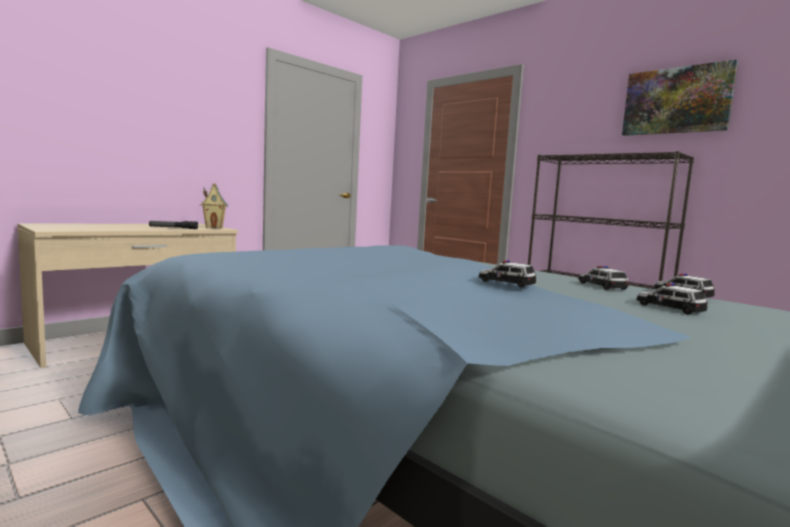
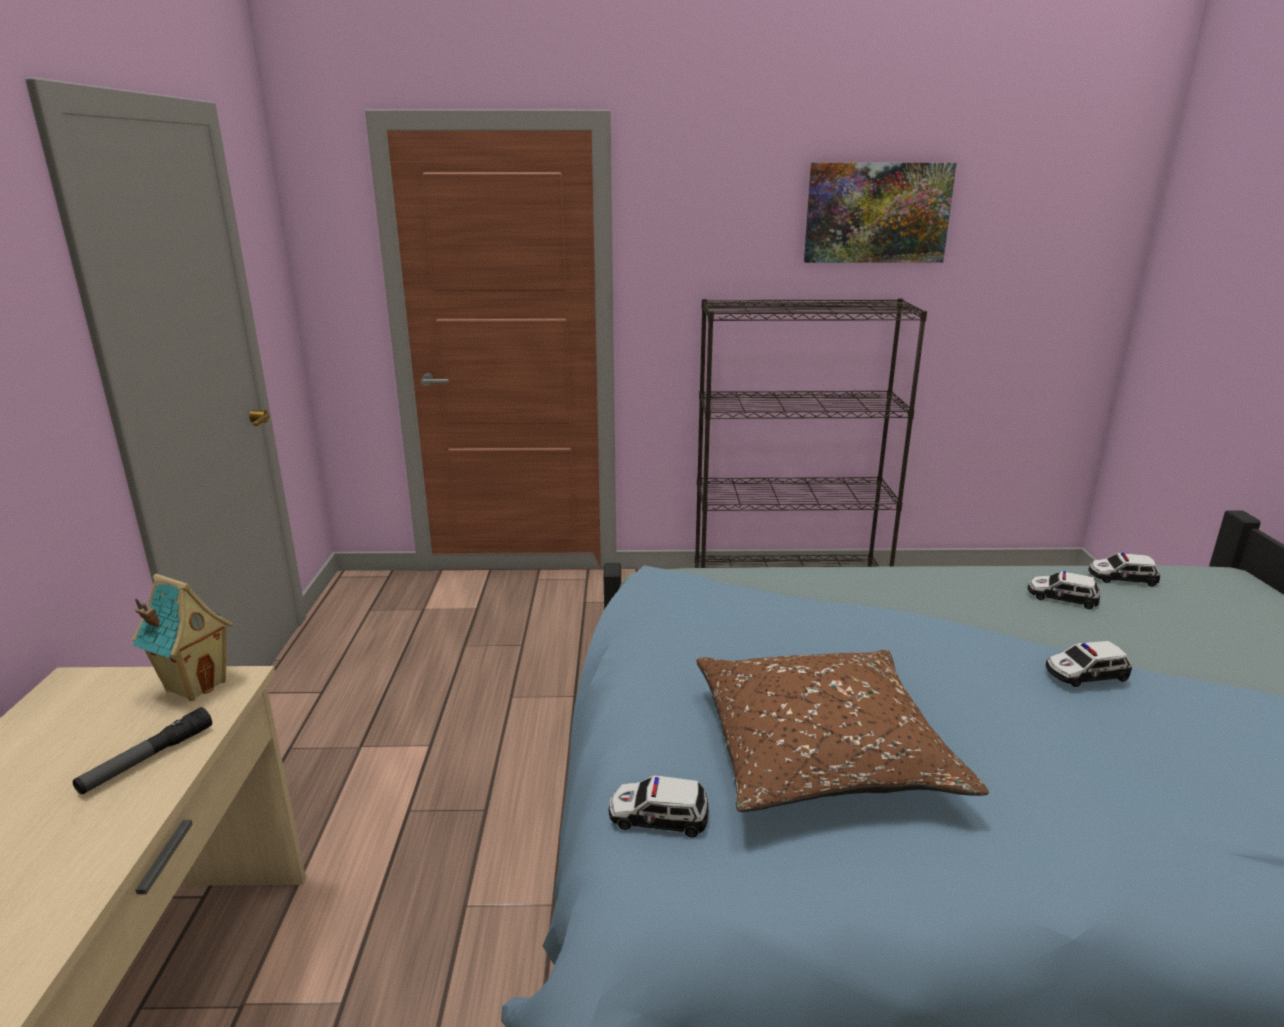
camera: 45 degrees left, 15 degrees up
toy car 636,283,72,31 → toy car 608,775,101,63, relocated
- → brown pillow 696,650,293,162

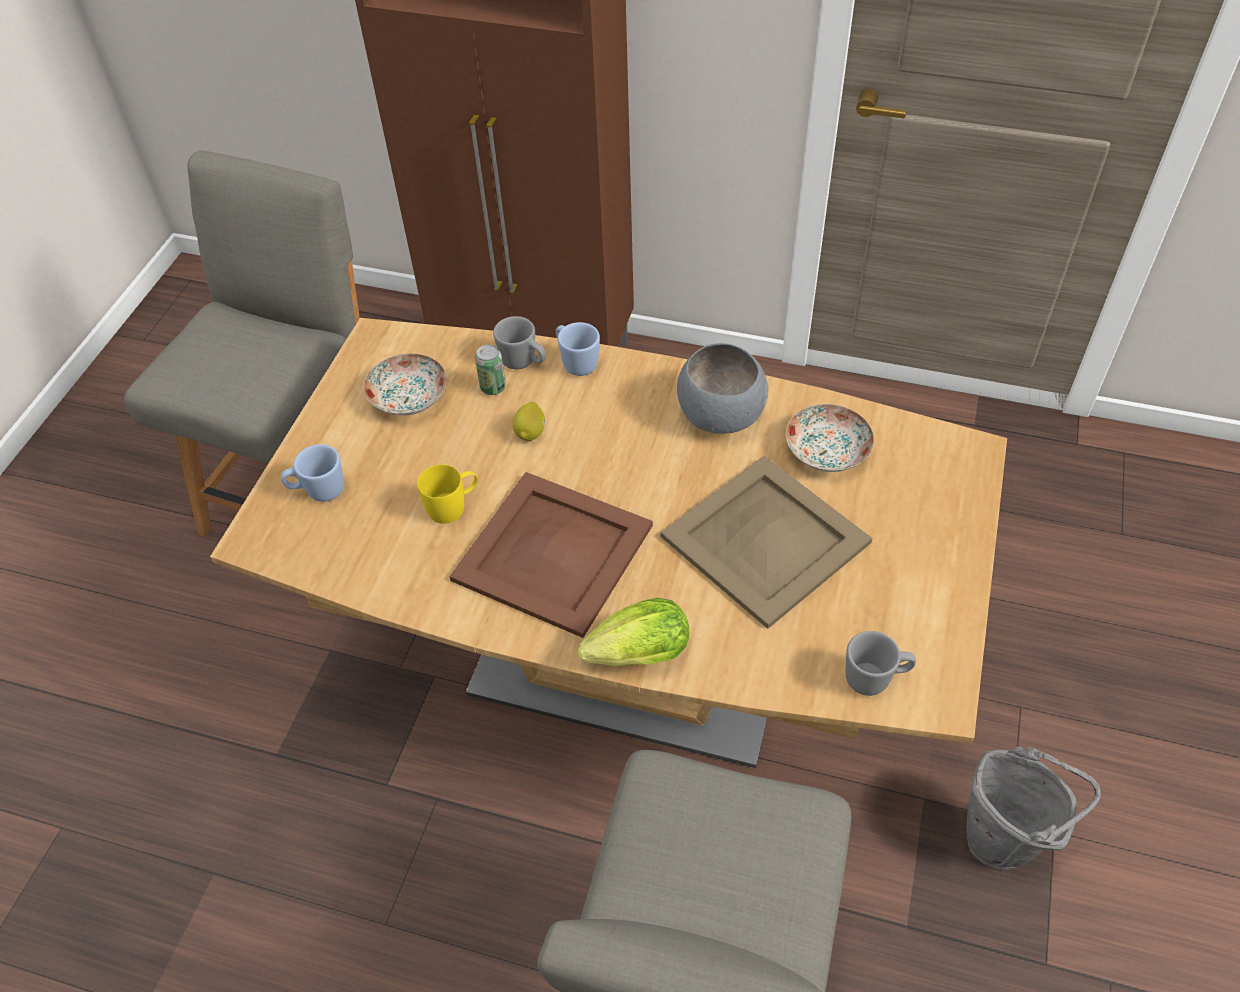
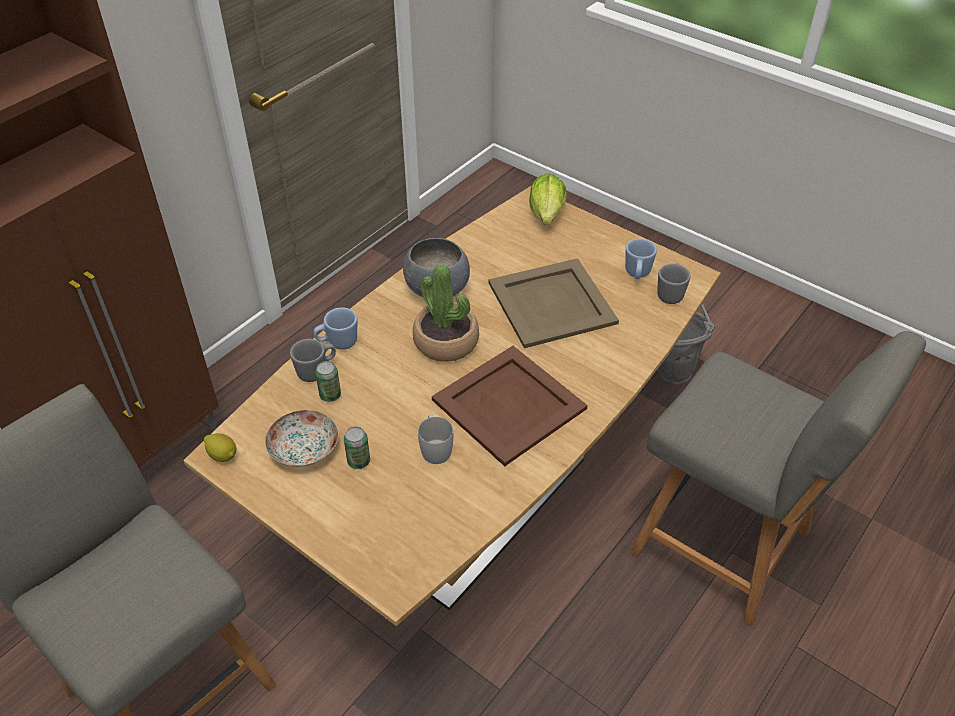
camera: 70 degrees left, 5 degrees down
blue mug 281,444,63,58 → blue mug 625,238,32,41, relocated
yellow mug 417,464,60,60 → white mug 418,415,35,49
lemon 513,402,32,39 → lemon 204,433,32,29, relocated
lettuce 578,598,111,68 → lettuce 529,173,38,52, relocated
plate 786,404,88,68 → -
- → can 344,427,26,42
- → potted plant 413,264,66,98

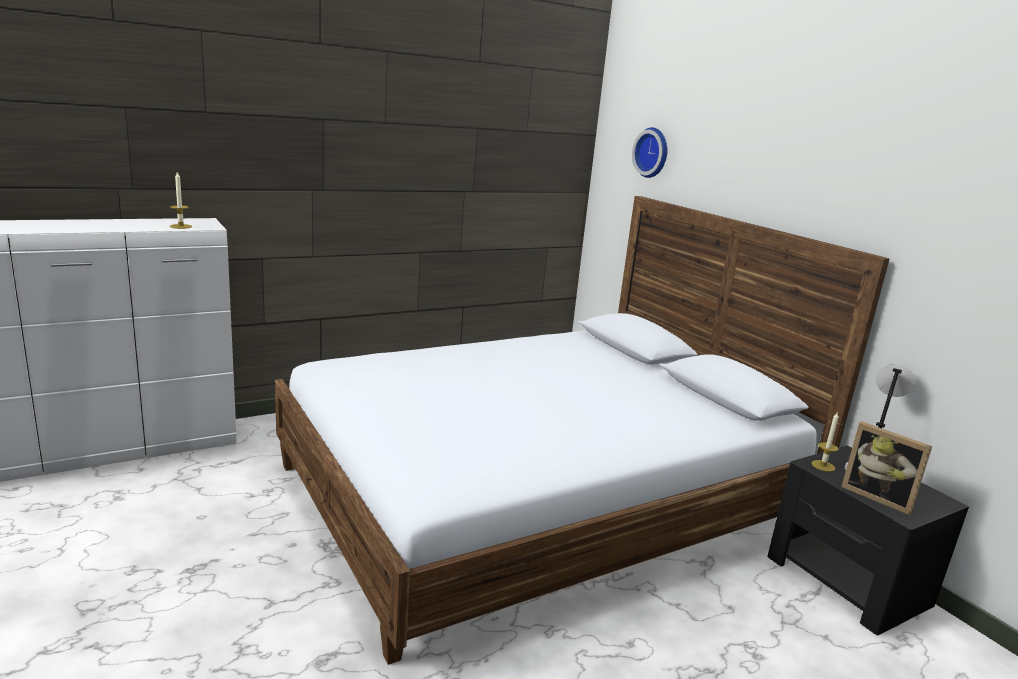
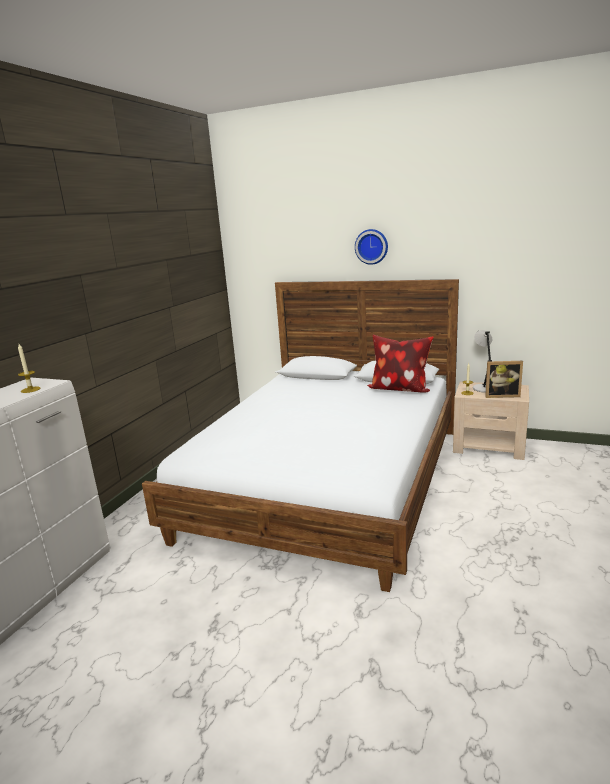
camera: 35 degrees left, 0 degrees up
wall clock 632,127,35,51 → wall clock 355,229,33,36, relocated
black nightstand 767,446,202,189 → beige nightstand 453,382,76,78
- → pillow 367,335,67,58

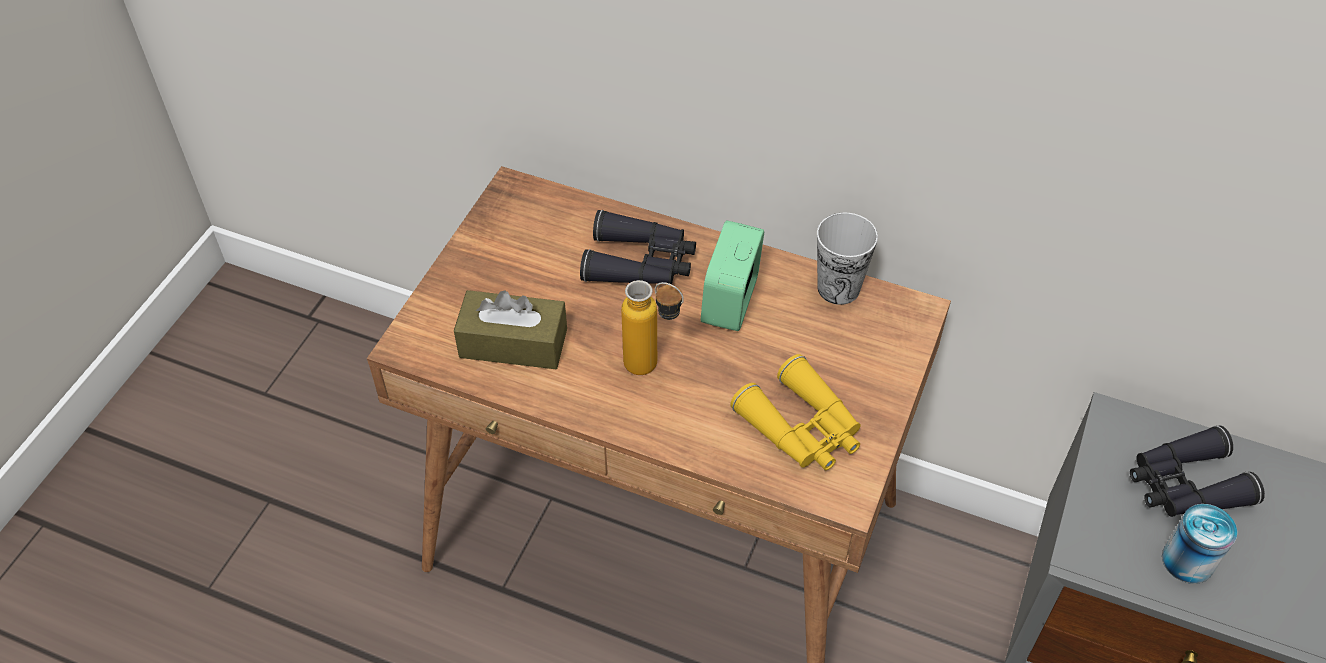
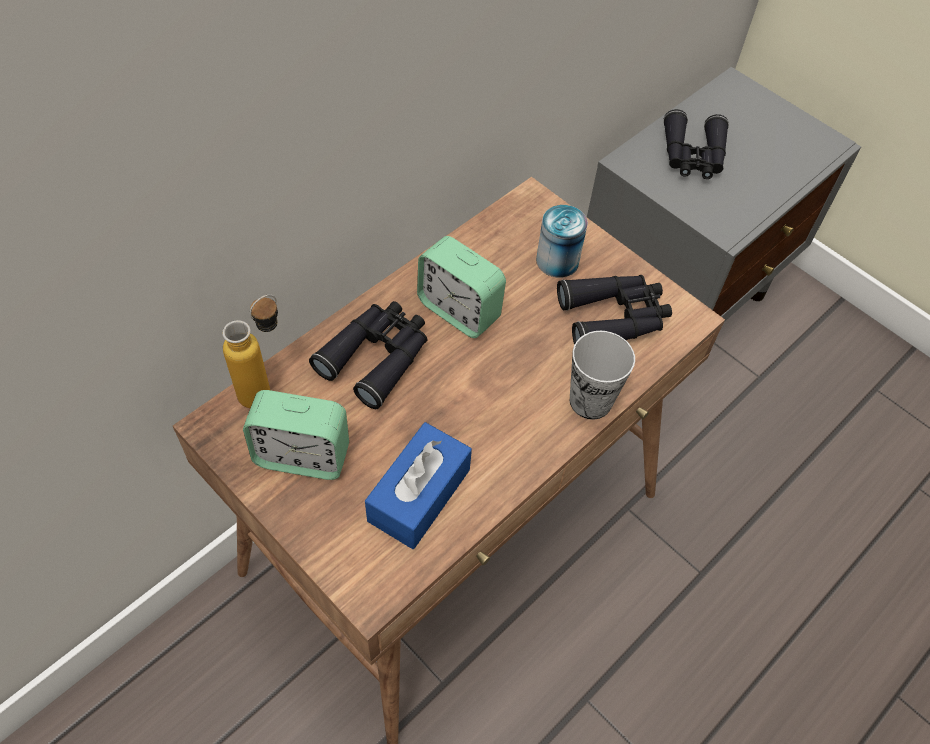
camera: 70 degrees left, 5 degrees up
brown tissue box 454,290,113,79 → blue tissue box 365,422,107,127
bottle 621,280,63,95 → bottle 222,295,56,113, relocated
yellow binoculars 730,354,131,116 → black binoculars 557,275,115,70
cup 817,212,61,93 → cup 570,331,65,89, relocated
can 1162,504,76,80 → can 536,205,52,73, relocated
- → alarm clock 243,390,106,90

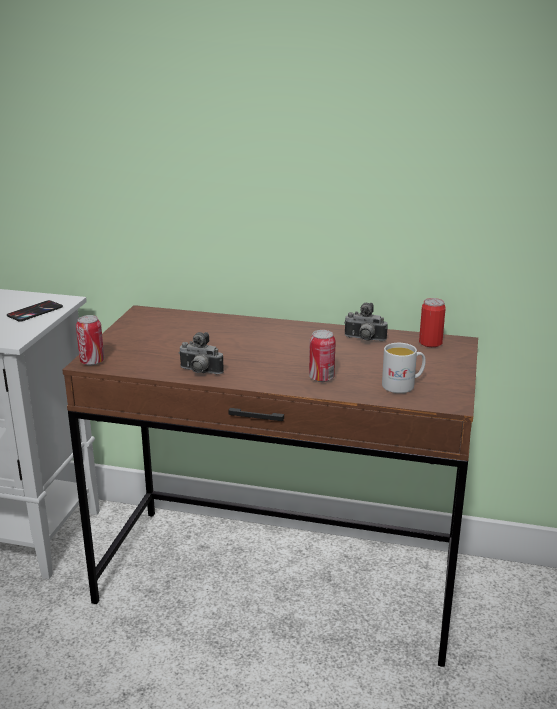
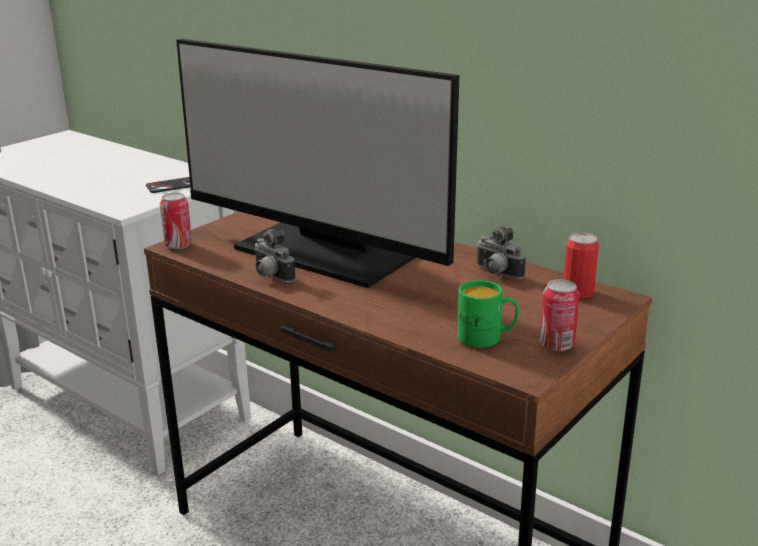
camera: 25 degrees right, 0 degrees up
can 309,330,27,52 → can 540,279,39,72, relocated
white mug 382,343,44,50 → green mug 457,280,62,68
- → monitor 176,39,283,249

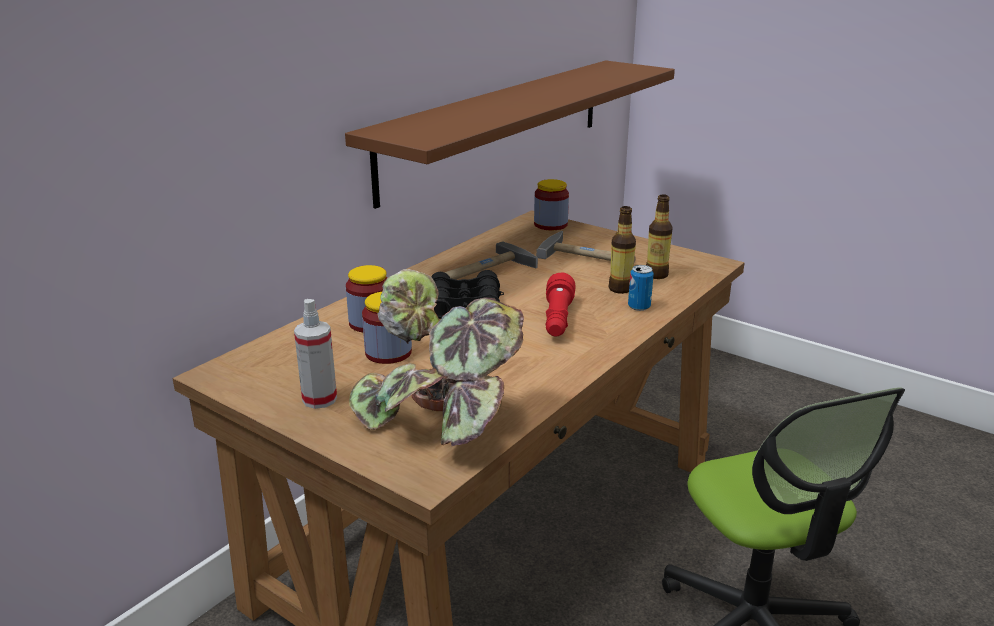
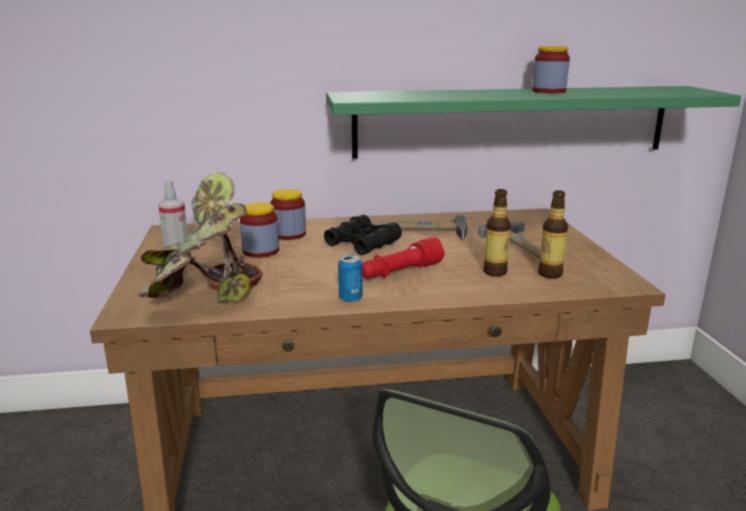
camera: 45 degrees right, 5 degrees down
brown shelf 345,60,330,149 → green shelf 326,86,415,73
jar 534,179,35,51 → jar 532,46,38,47, relocated
can 628,265,26,46 → can 338,255,24,48, relocated

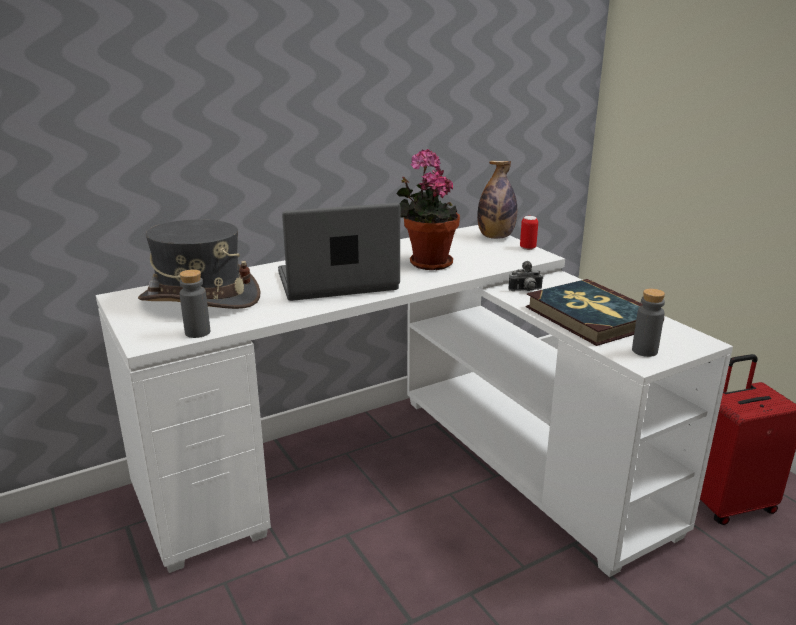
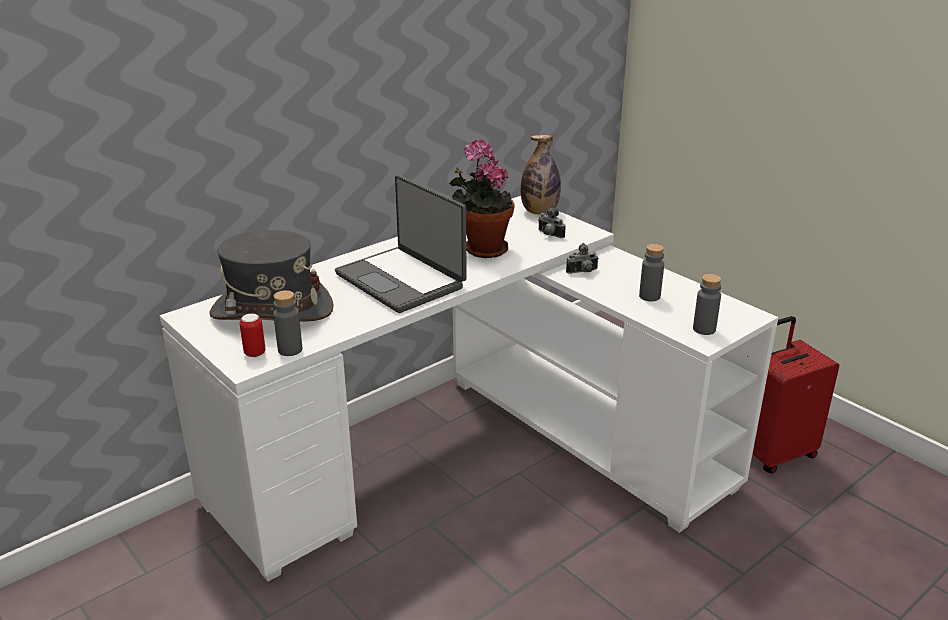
camera: 10 degrees left, 5 degrees up
laptop 278,203,122,98 → laptop 335,175,131,138, 105 degrees counterclockwise
can 520,216,18,34 → can 240,313,26,44, relocated
book 526,279,138,67 → grey bottle 639,244,25,57
- → photo camera 538,208,28,30

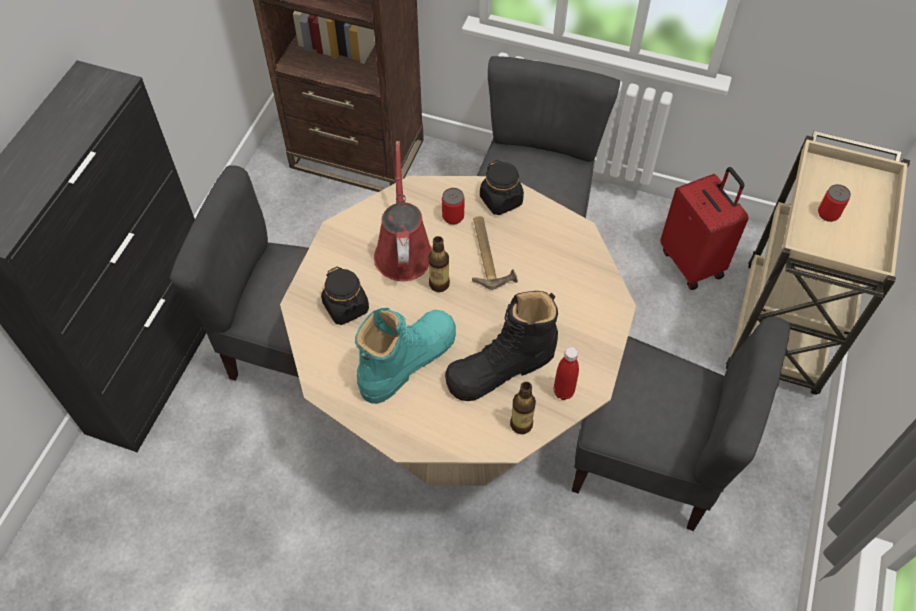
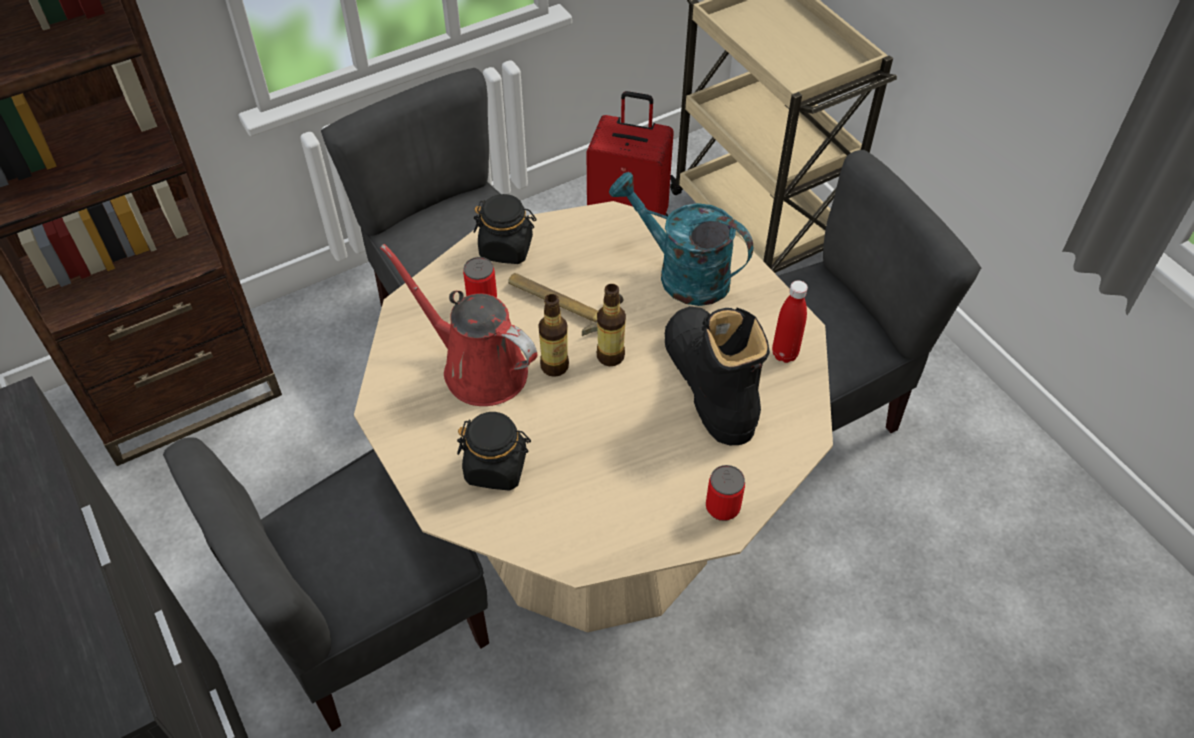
camera: 50 degrees left, 5 degrees down
turquoise boot 355,308,101,96 → -
black boot 445,291,113,110 → black boot 665,306,105,139, 150 degrees clockwise
bottle 510,382,26,52 → bottle 597,284,29,82, relocated
can 818,184,33,38 → can 706,465,39,56, relocated
- → turquoise watering can 609,172,144,134

